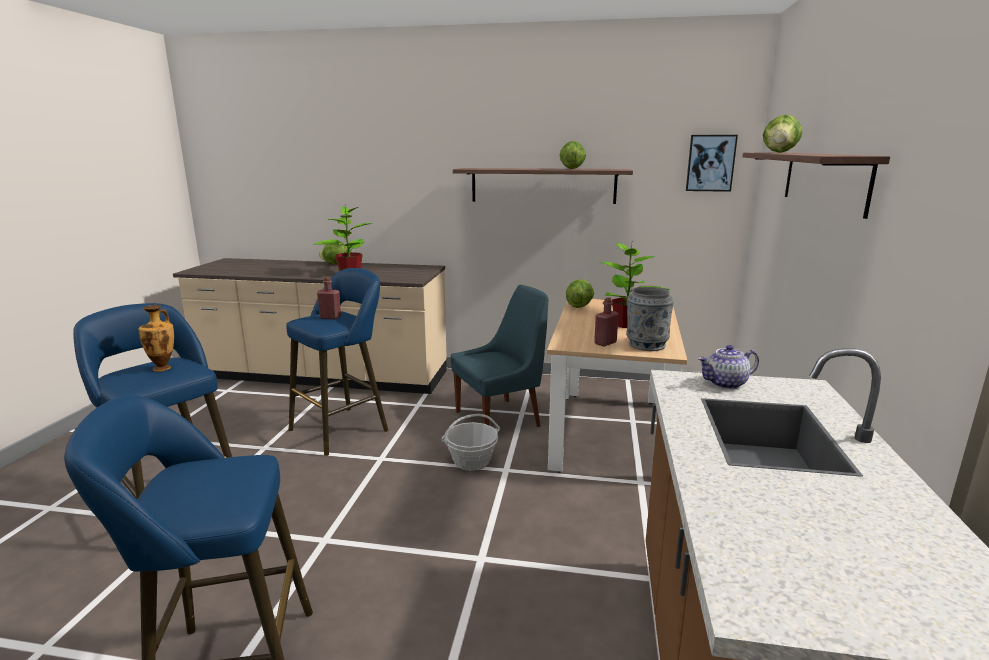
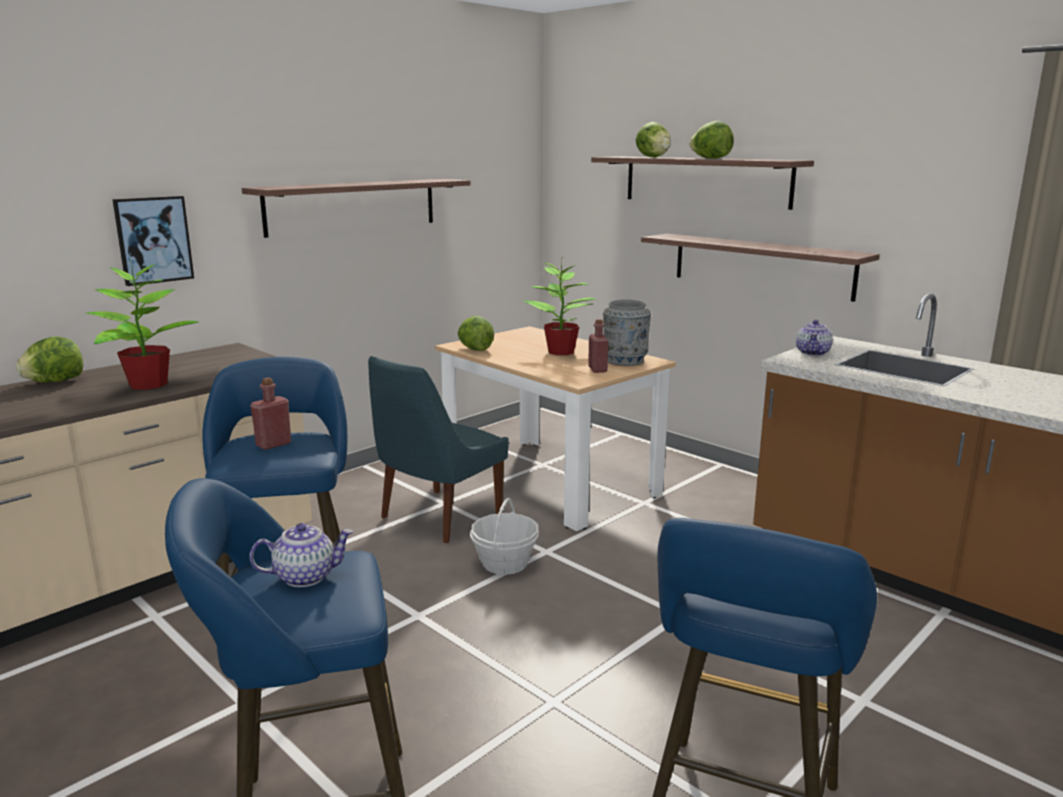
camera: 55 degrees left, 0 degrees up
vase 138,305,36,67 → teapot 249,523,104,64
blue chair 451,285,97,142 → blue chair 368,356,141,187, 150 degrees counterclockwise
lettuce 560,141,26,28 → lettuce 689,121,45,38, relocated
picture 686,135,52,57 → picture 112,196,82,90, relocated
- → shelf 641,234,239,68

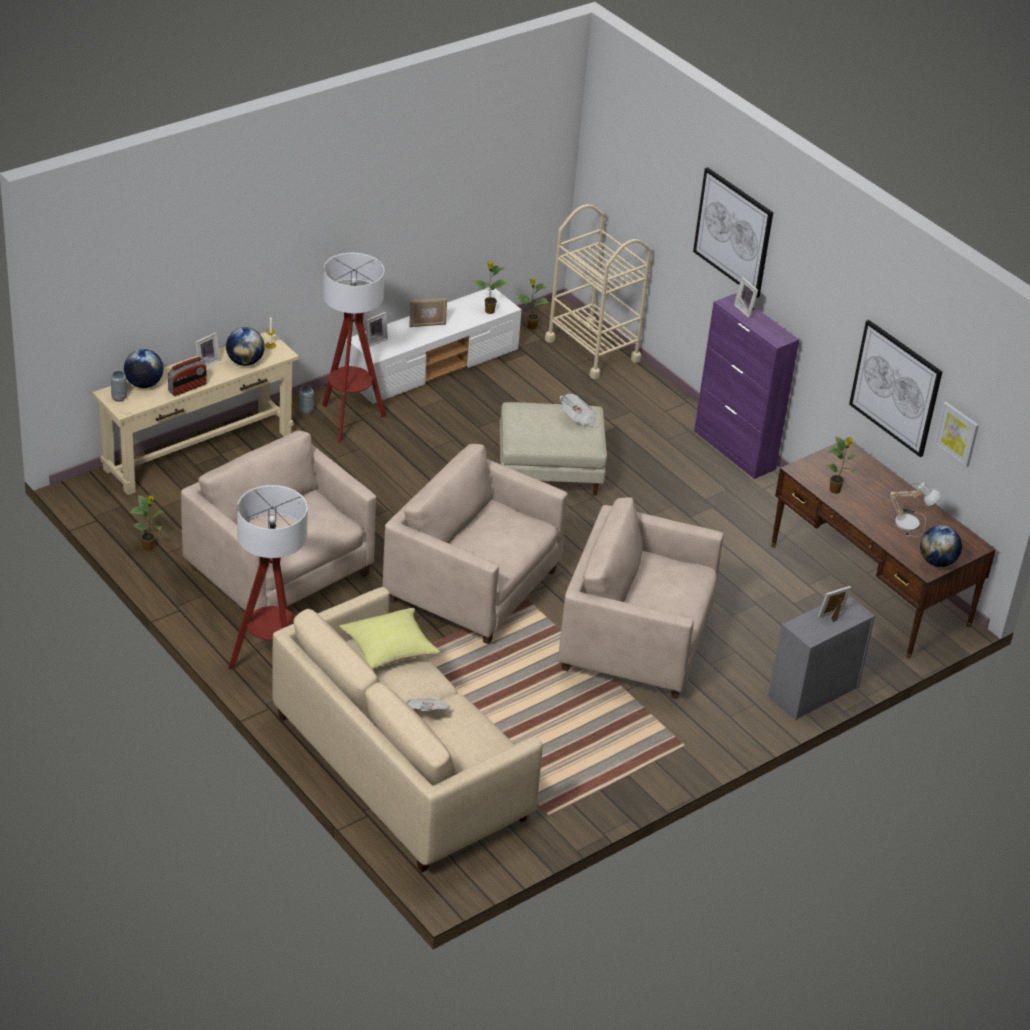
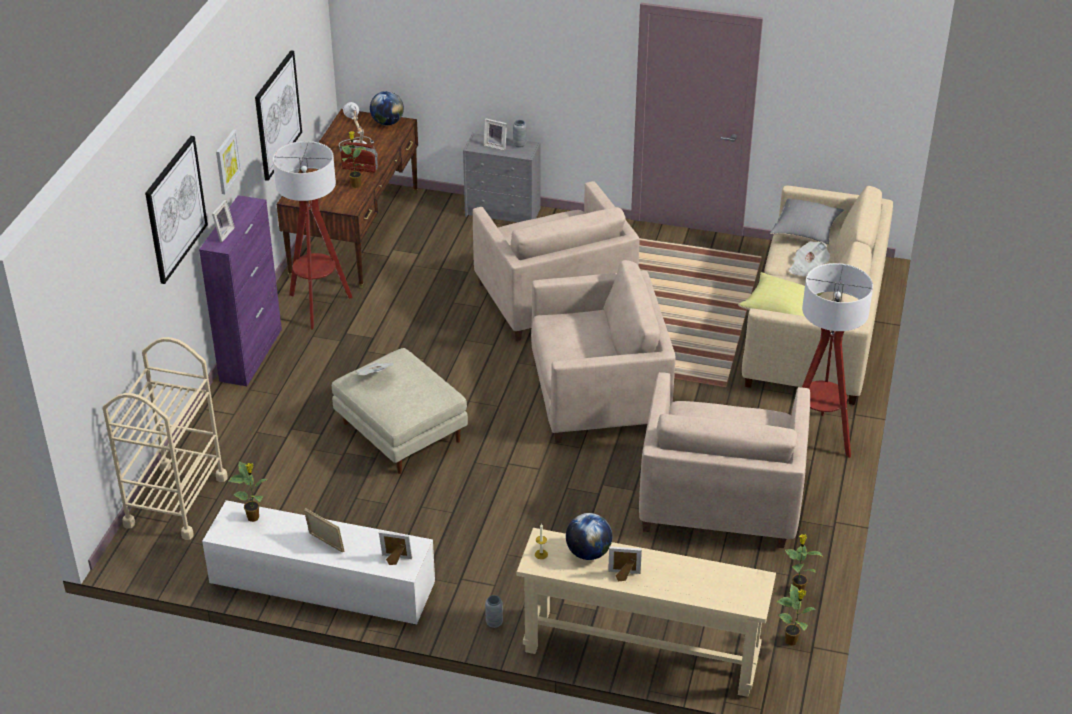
camera: 125 degrees left, 0 degrees up
grey vase 111,371,16,31 → grey vase 513,120,14,28, relocated
globe 124,349,39,39 → -
radio 168,357,39,39 → radio 340,142,38,31, relocated
floor lamp 322,253,64,190 → floor lamp 273,141,80,188, relocated
beige armchair 382,444,186,200 → beige armchair 531,260,145,183, 90 degrees counterclockwise
potted plant 517,278,32,52 → potted plant 776,584,41,61, relocated
picture 934,402,45,65 → picture 216,129,26,65, relocated
- → grey pillow 770,199,74,46

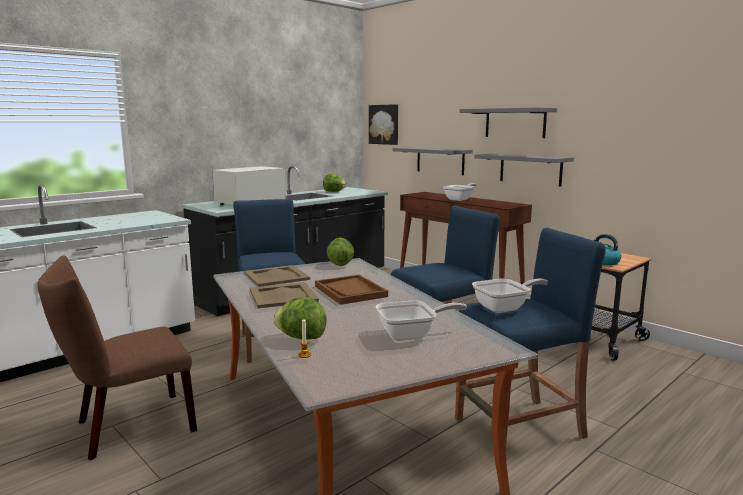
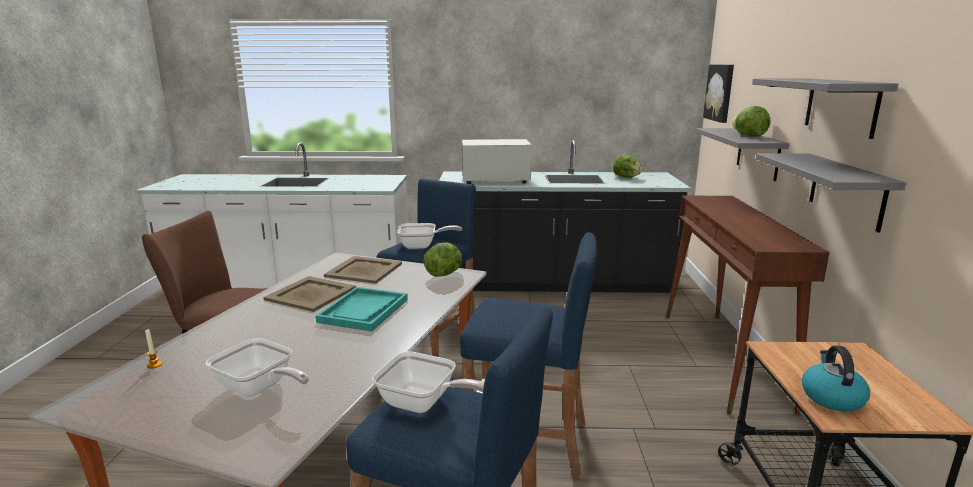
camera: 45 degrees right, 5 degrees up
lettuce 273,297,54,43 → lettuce 732,106,38,31, relocated
brown tray 315,275,73,30 → turquoise tray 316,287,92,45
frying pan 443,183,34,18 → frying pan 397,223,65,26, relocated

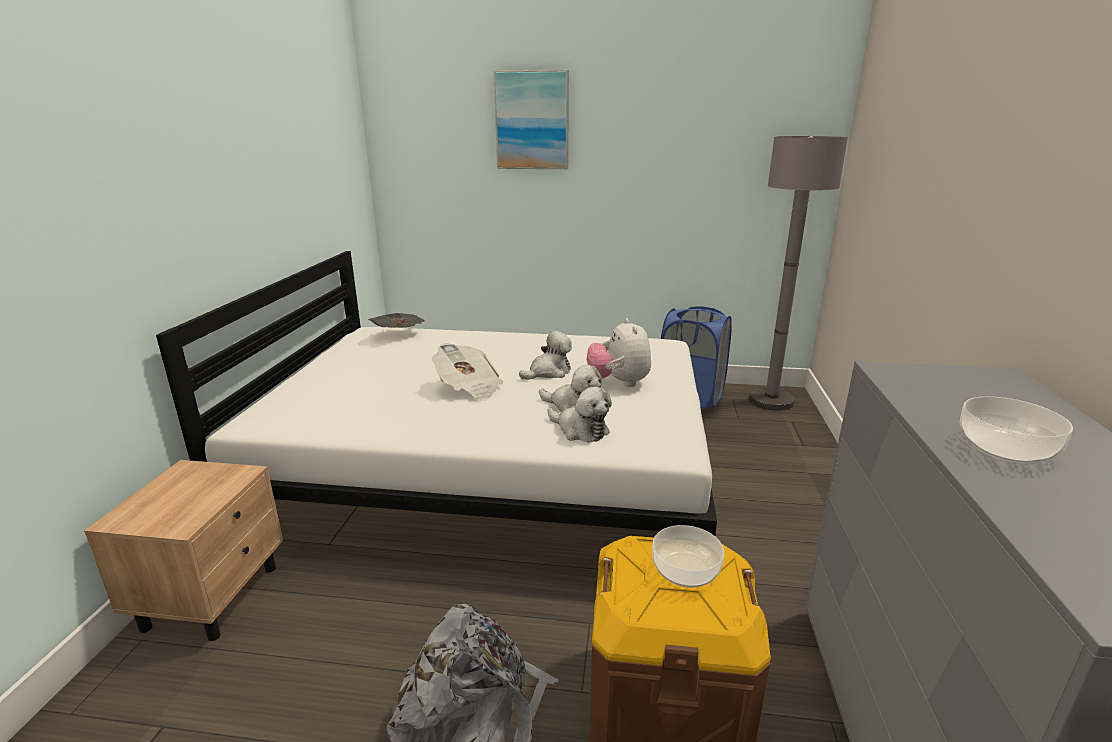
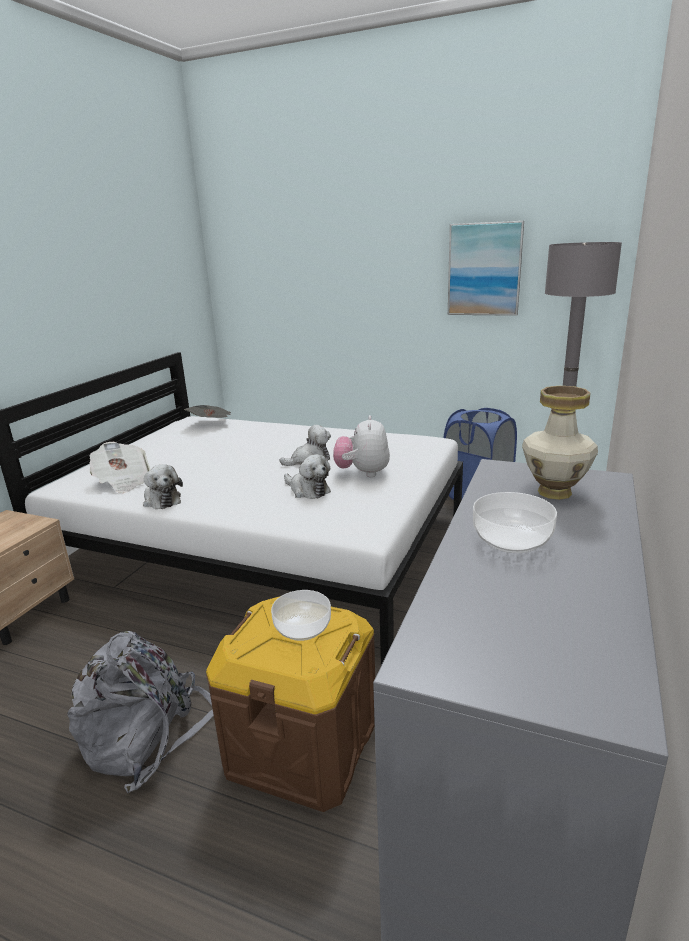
camera: 15 degrees right, 0 degrees up
newspaper 432,343,71,57 → newspaper 89,442,61,51, relocated
picture 493,70,76,99 → picture 448,221,76,95, relocated
plush toy 547,386,65,56 → plush toy 143,464,40,45, relocated
- → vase 522,386,76,114

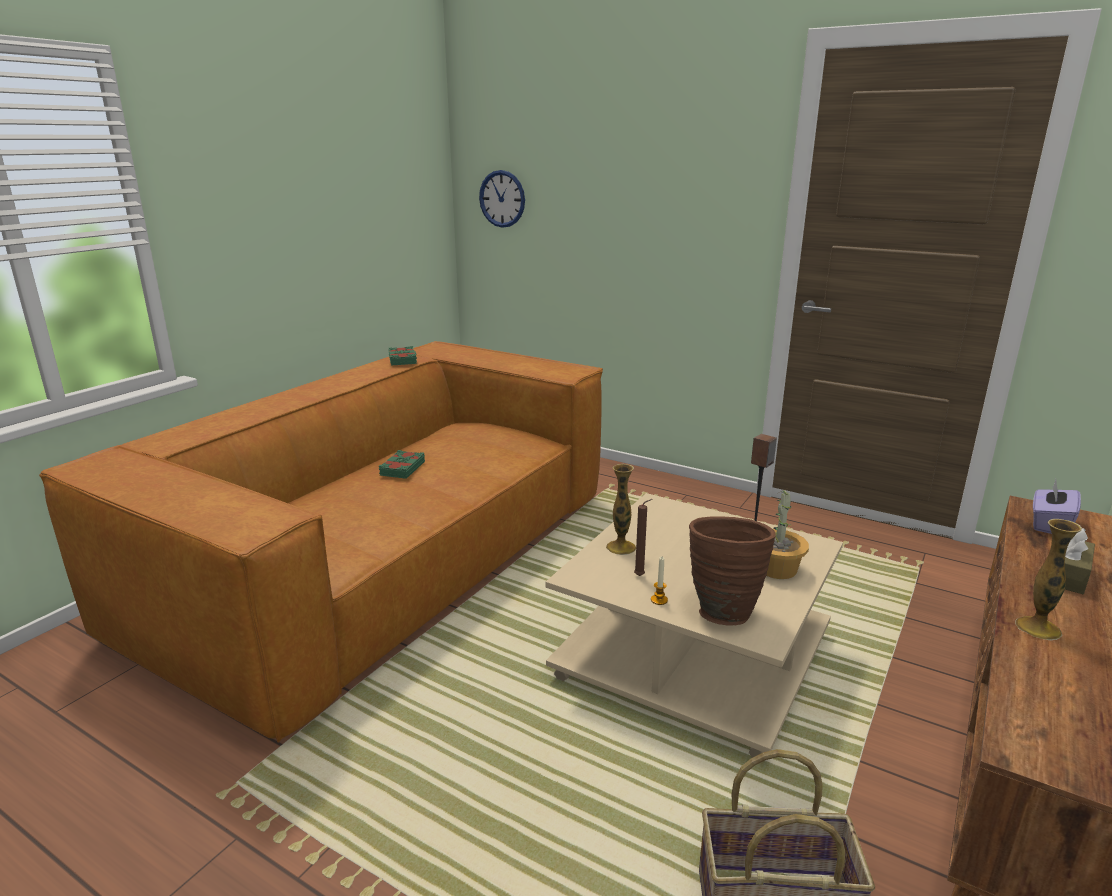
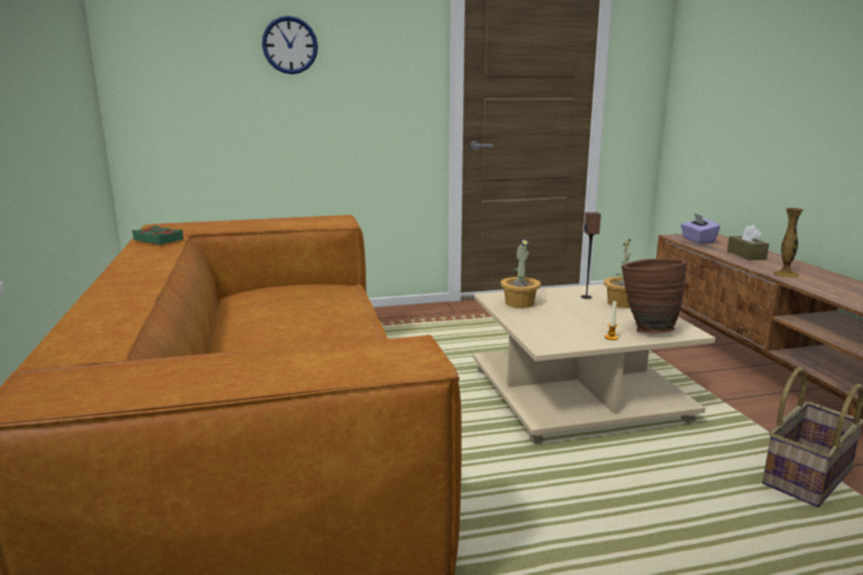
camera: 45 degrees left, 5 degrees down
green book 379,450,46,29 → -
wall clock 479,170,46,58 → wall clock 262,16,56,58, relocated
vase 606,464,30,91 → -
brown candle 634,499,19,77 → -
- → potted plant 501,238,40,70

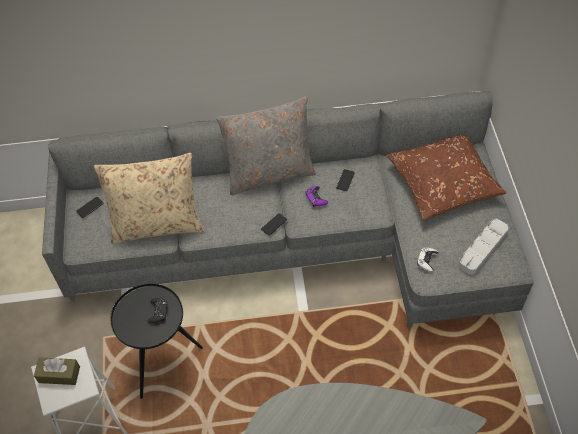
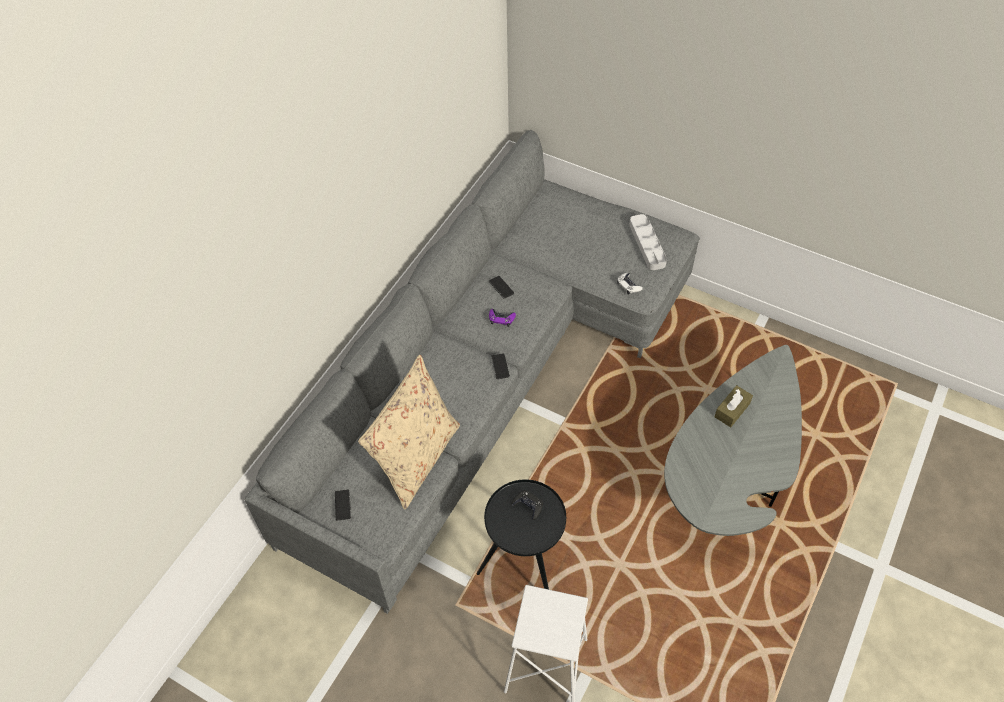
camera: 55 degrees left, 0 degrees up
brown tissue box 34,357,46,28 → brown tissue box 714,385,39,42, relocated
grey pillow 216,96,100,99 → -
brown pillow 387,135,120,85 → -

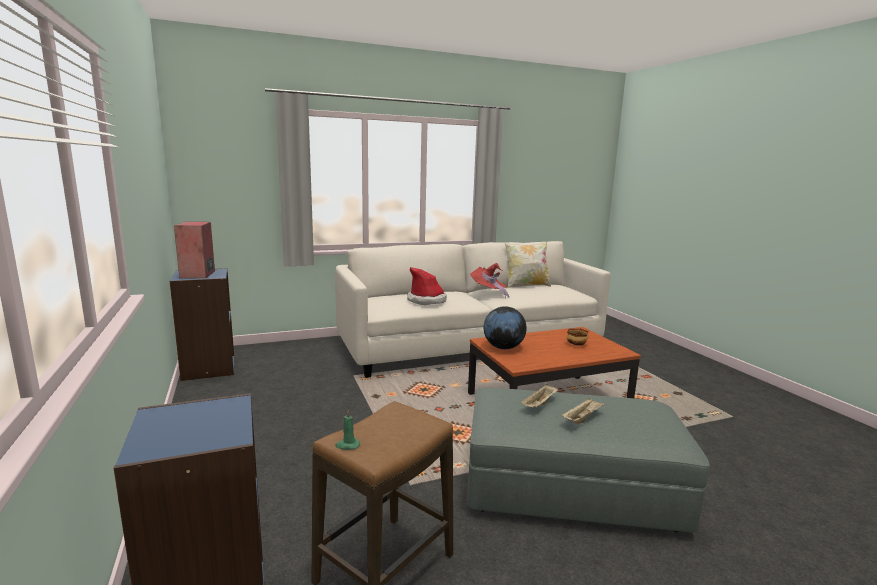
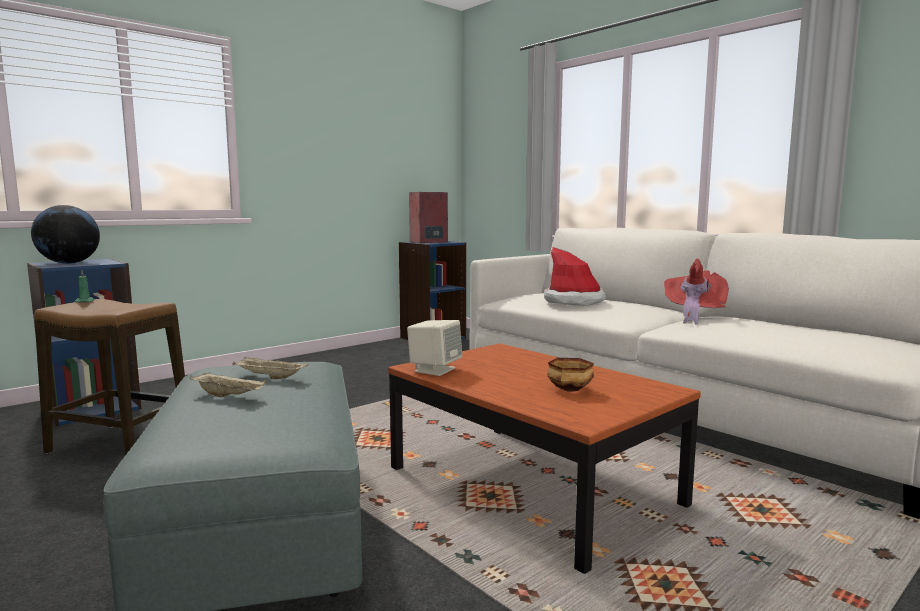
camera: 70 degrees right, 5 degrees down
globe 484,306,43,43 → globe 31,205,69,59, relocated
pillow 505,242,46,46 → -
- → beige speaker 407,320,55,56

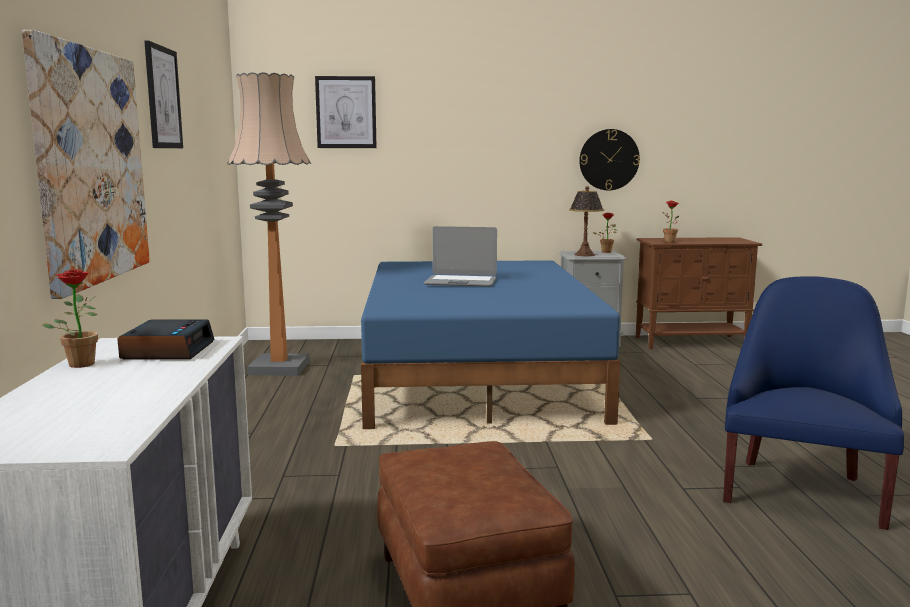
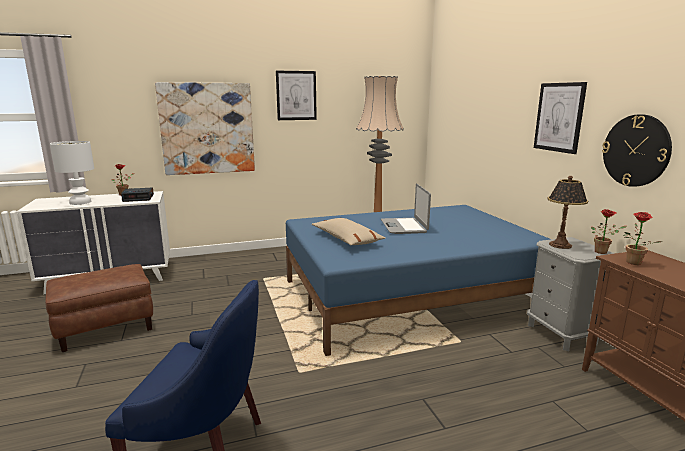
camera: 75 degrees right, 5 degrees up
picture 315,76,62,72 → picture 534,82,53,72, relocated
- → white table lamp 50,141,44,64
- → beige pillow 312,218,73,27

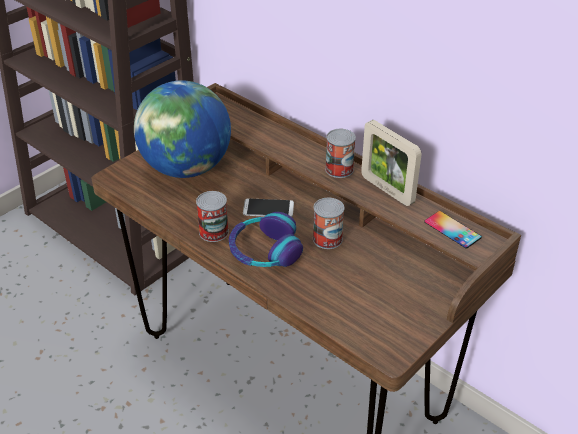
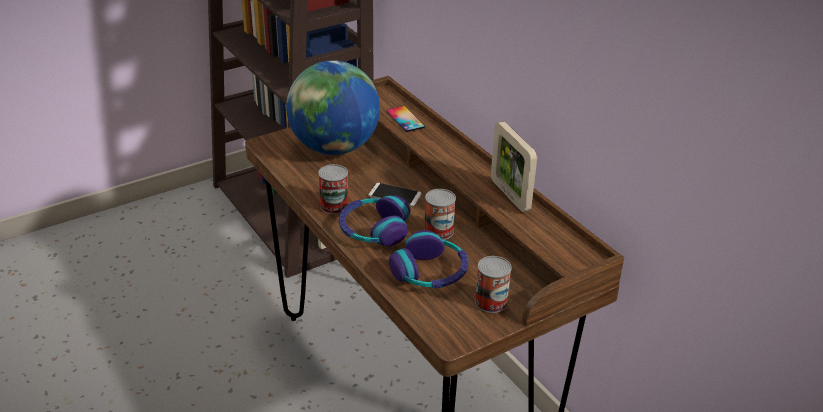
camera: 15 degrees right, 5 degrees down
can 325,129,31,49 → can 475,256,37,57, relocated
phone 424,211,58,38 → phone 387,106,38,26, relocated
- → headphones 389,230,79,58

